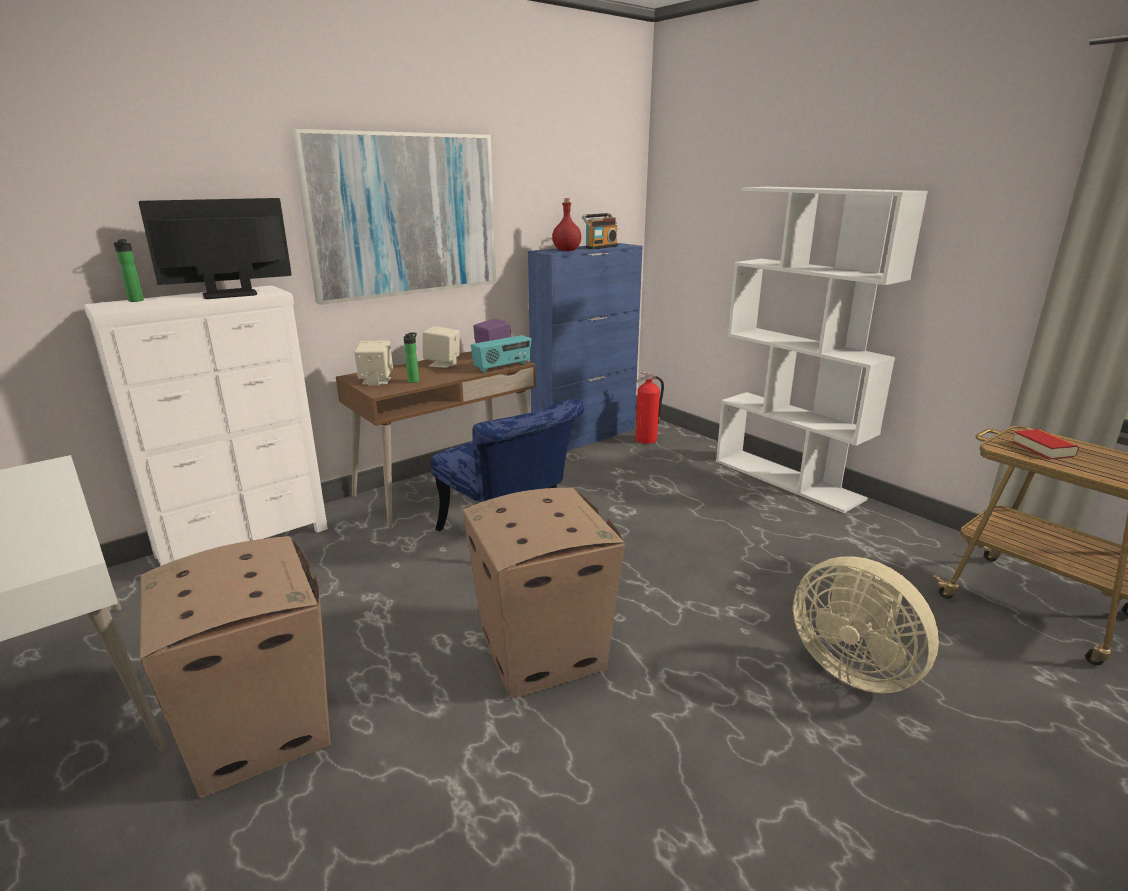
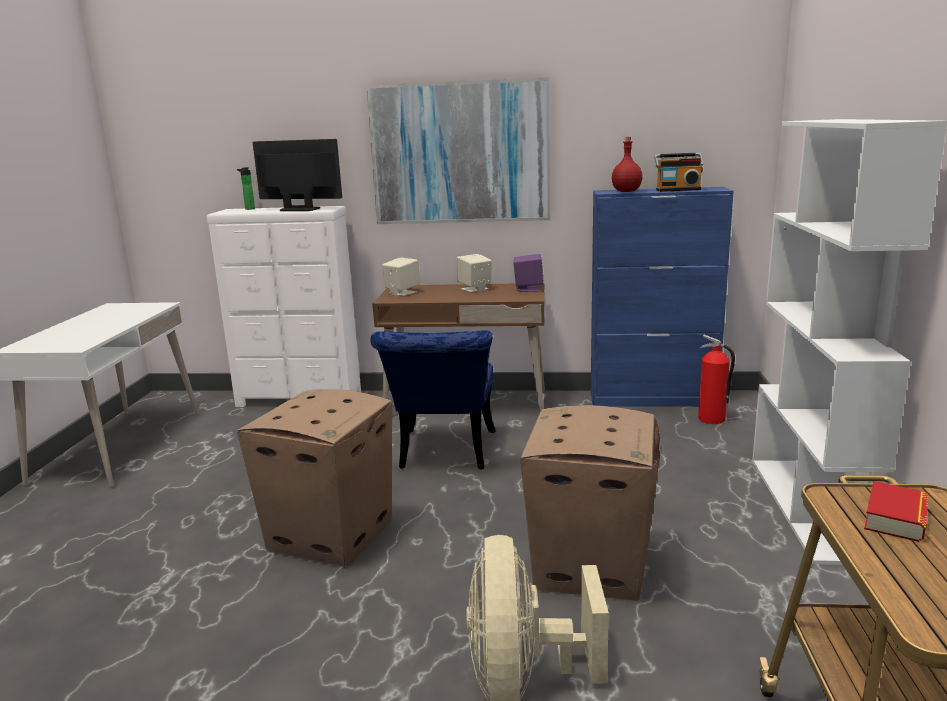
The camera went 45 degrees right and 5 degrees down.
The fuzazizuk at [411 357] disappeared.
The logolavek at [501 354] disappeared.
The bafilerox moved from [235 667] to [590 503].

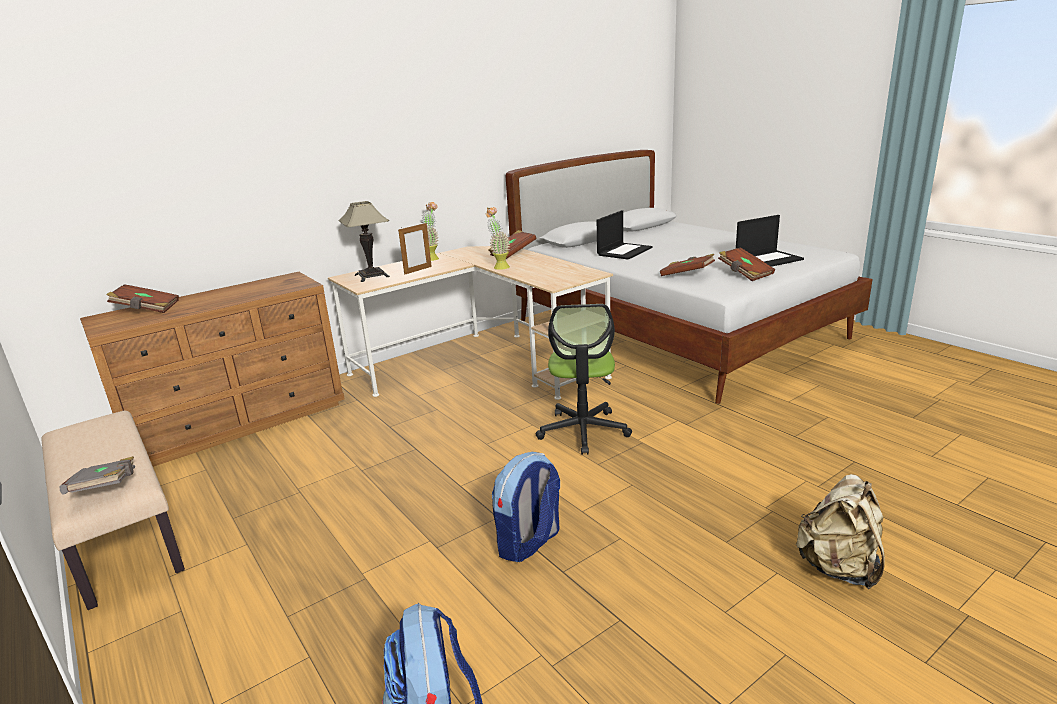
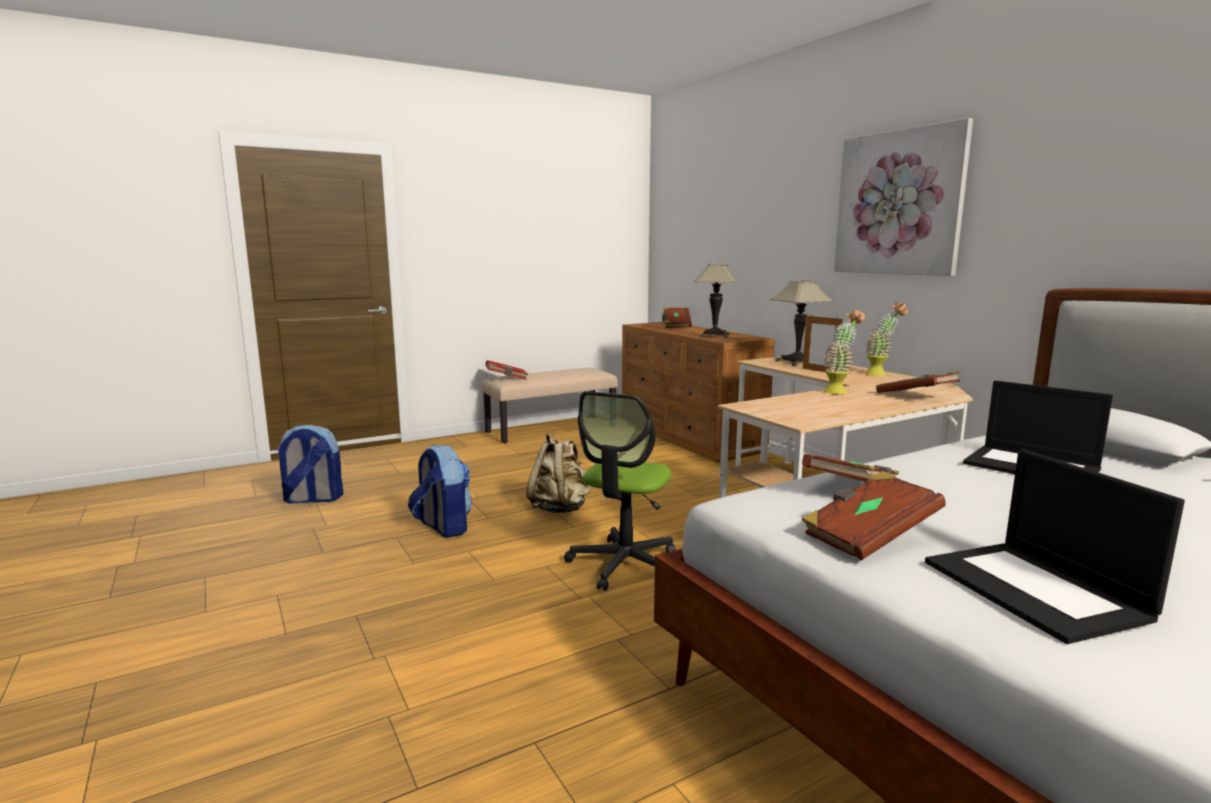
The camera went 95 degrees right and 10 degrees down.
The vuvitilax at [584 379] turned 75 degrees counterclockwise.
The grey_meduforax at [97 475] became the red_meduforax at [506 370].
The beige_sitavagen moved from [840 531] to [558 473].
The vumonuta at [903 197] appeared.
The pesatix at [716 300] appeared.

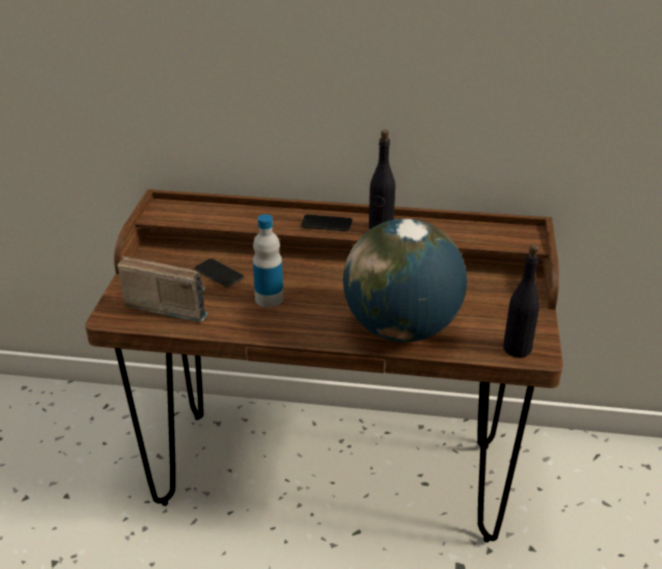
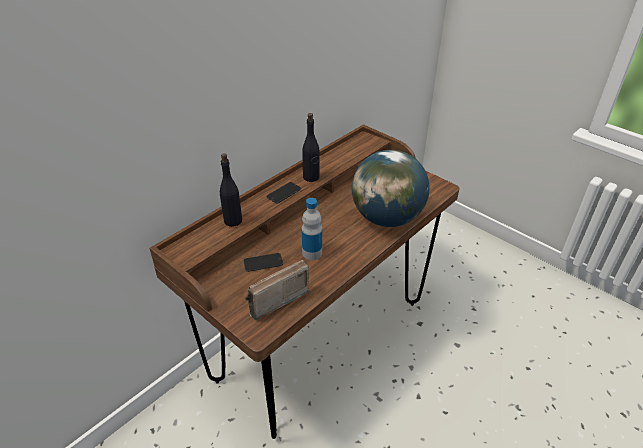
The camera went 55 degrees left and 5 degrees up.
The black_fuzazizuk moved from [521 300] to [231 190].

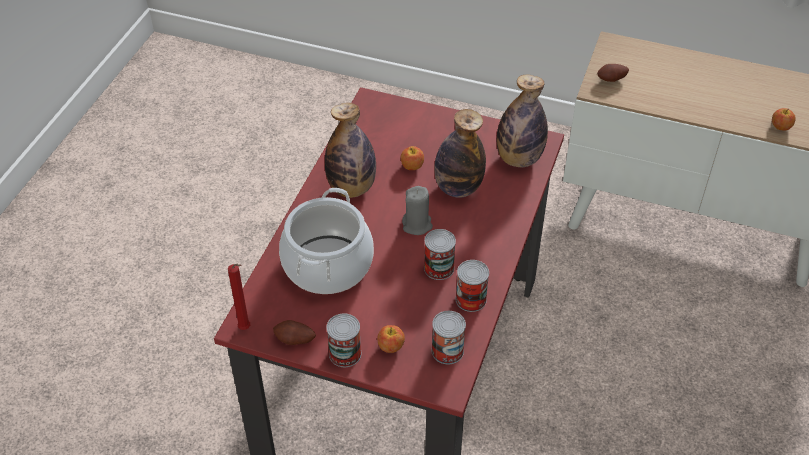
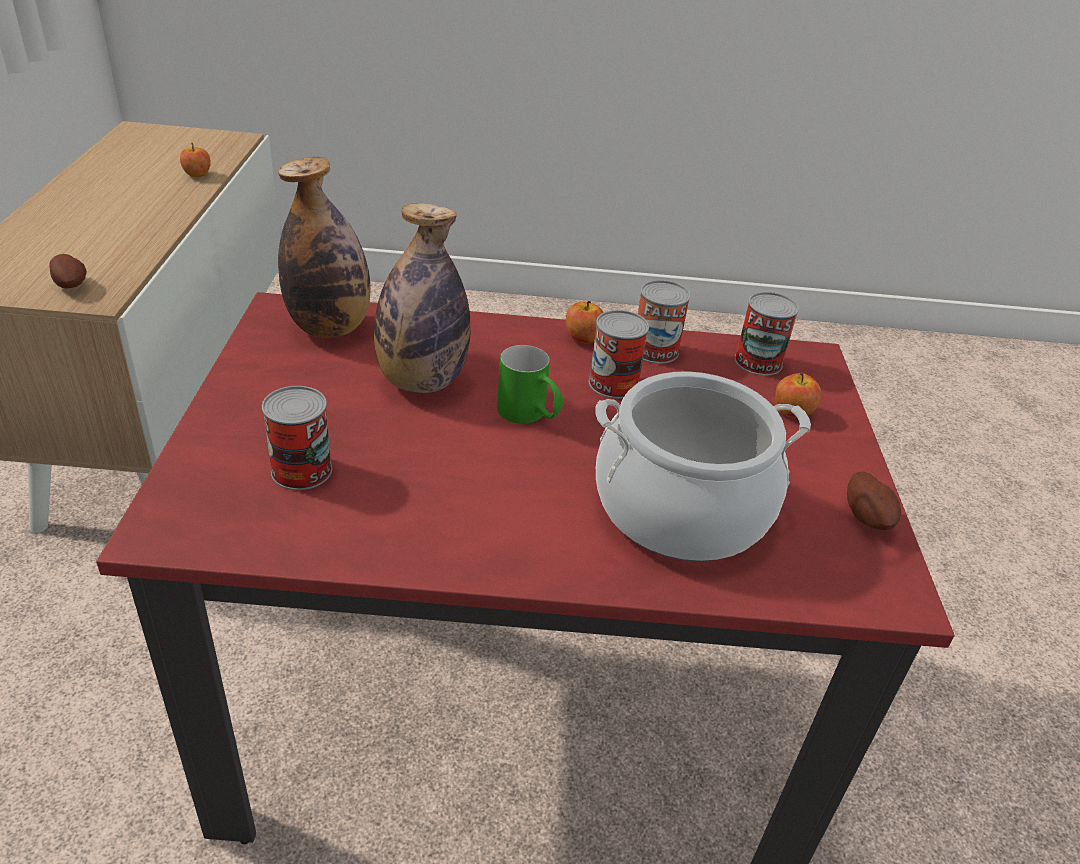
The camera went 110 degrees left and 10 degrees down.
The fuzazizuk at [350 150] disappeared.
The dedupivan moved from [412 158] to [585 322].
The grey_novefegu at [417 210] was replaced by the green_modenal at [530 384].
The red_novefegu at [239 297] disappeared.
The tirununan moved from [343 340] to [297 438].

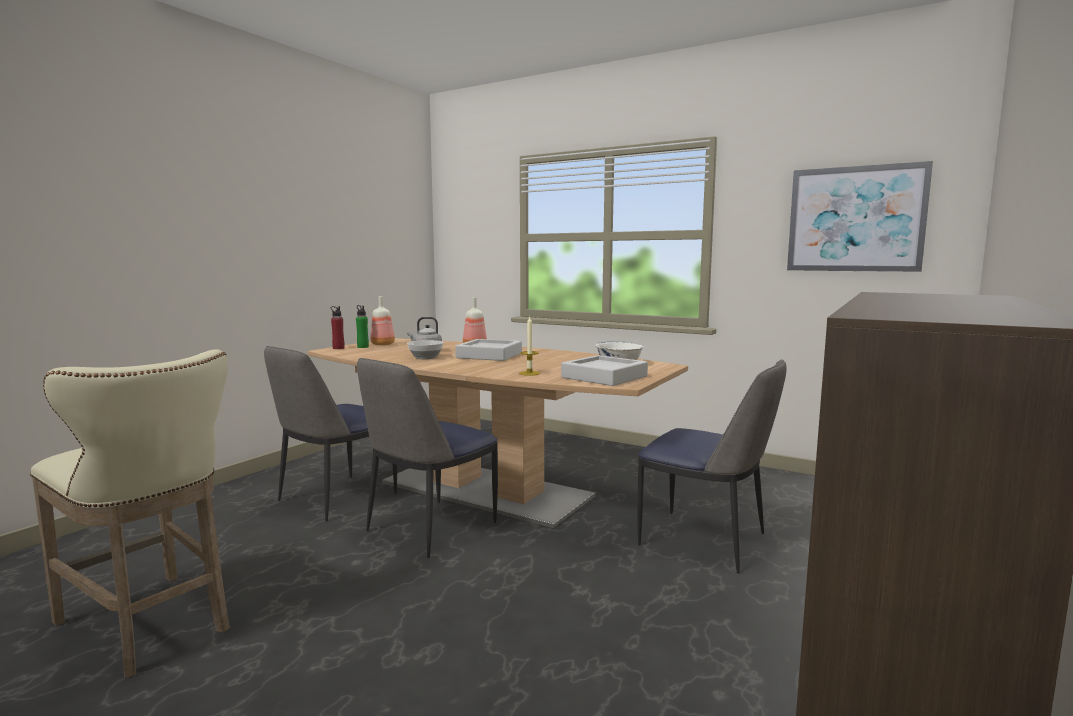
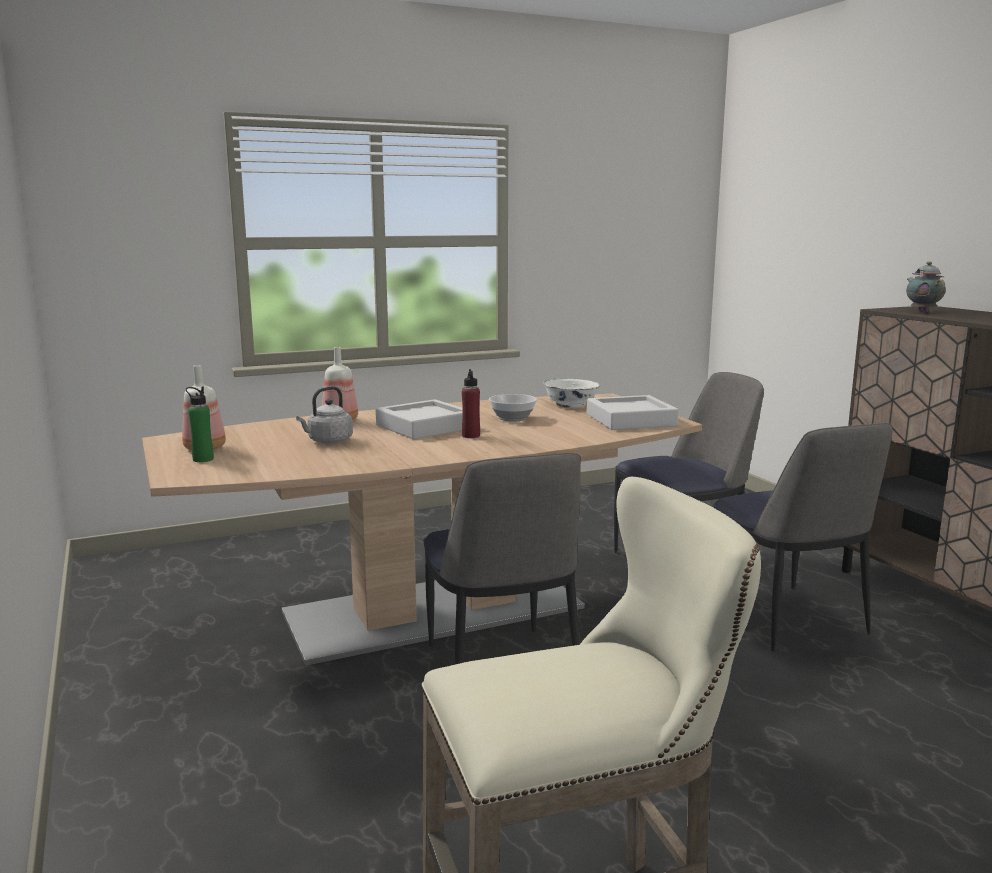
The camera went 55 degrees left and 5 degrees up.
The vumonuta at [860 216] disappeared.
The red_fuzazizuk moved from [338 327] to [471 403].
The novefegu at [529 346] disappeared.
The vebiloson moved from [425 349] to [513 408].
The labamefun moved from [330 433] to [803 537].
The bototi at [926 286] appeared.

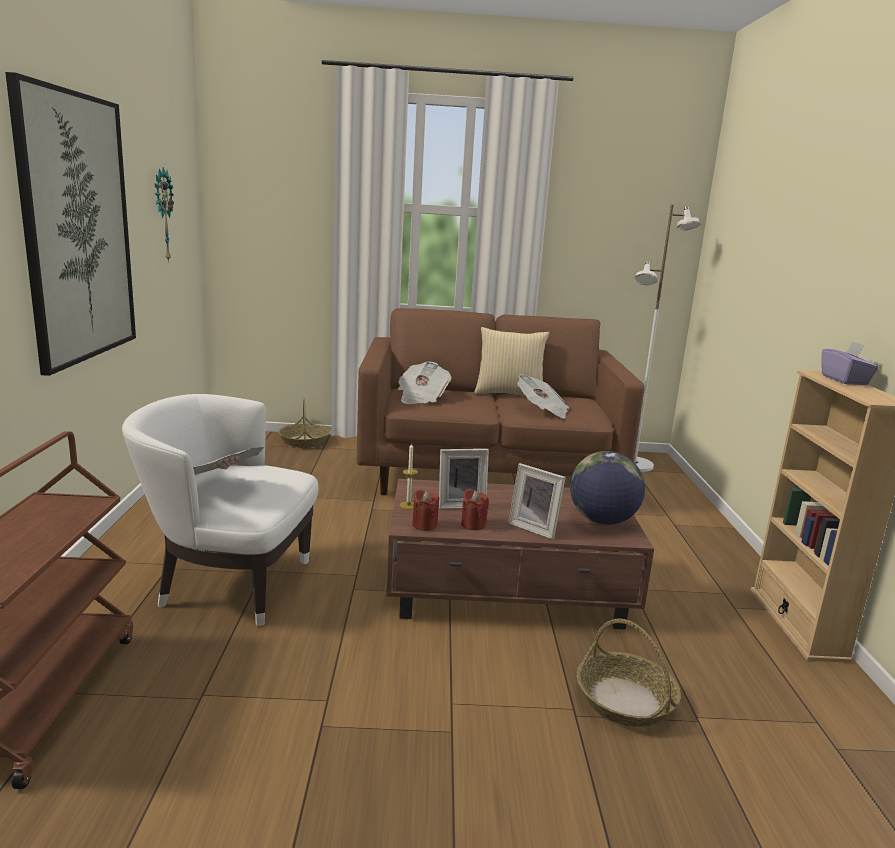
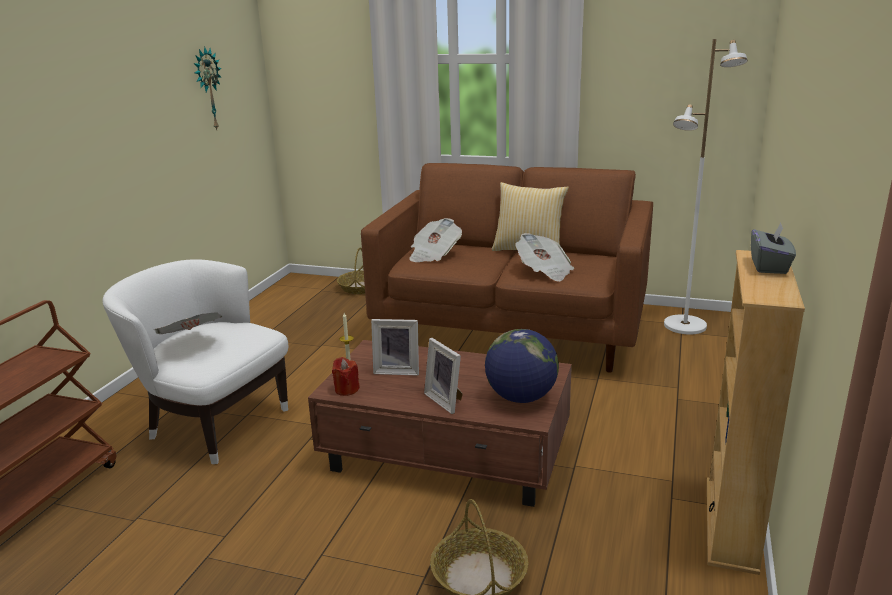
The camera went 20 degrees right and 5 degrees up.
The vumonuta at [70 224] disappeared.
The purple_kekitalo at [850 363] became the grey_kekitalo at [773 248].
The red_novefegu at [475 509] disappeared.

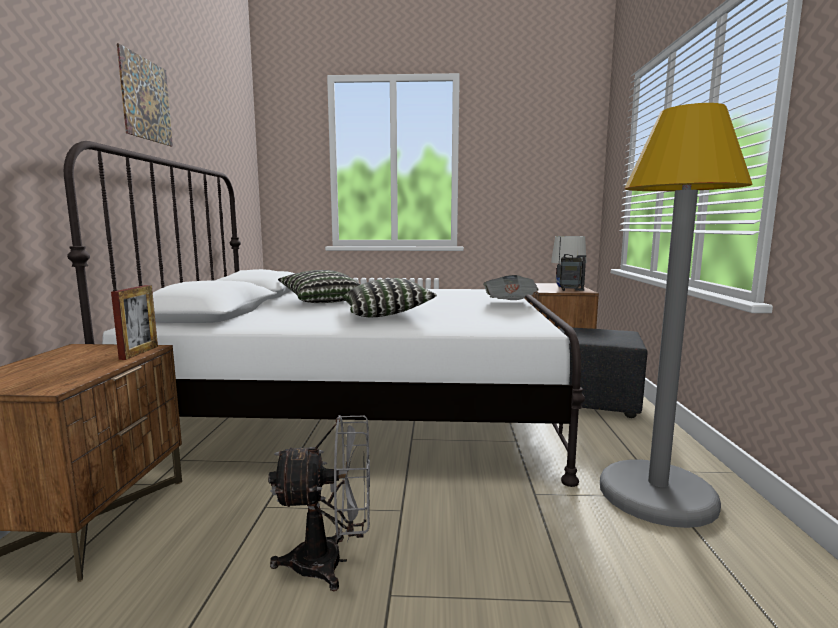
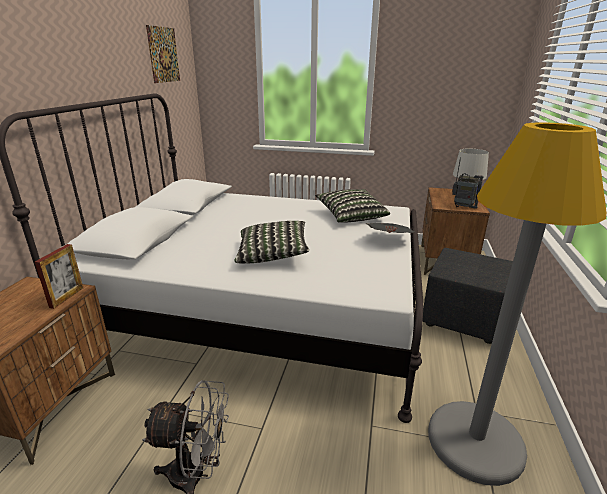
The camera went 10 degrees right and 15 degrees up.
The vumonuta moved from [145 94] to [163 54].
The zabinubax moved from [319 286] to [352 206].

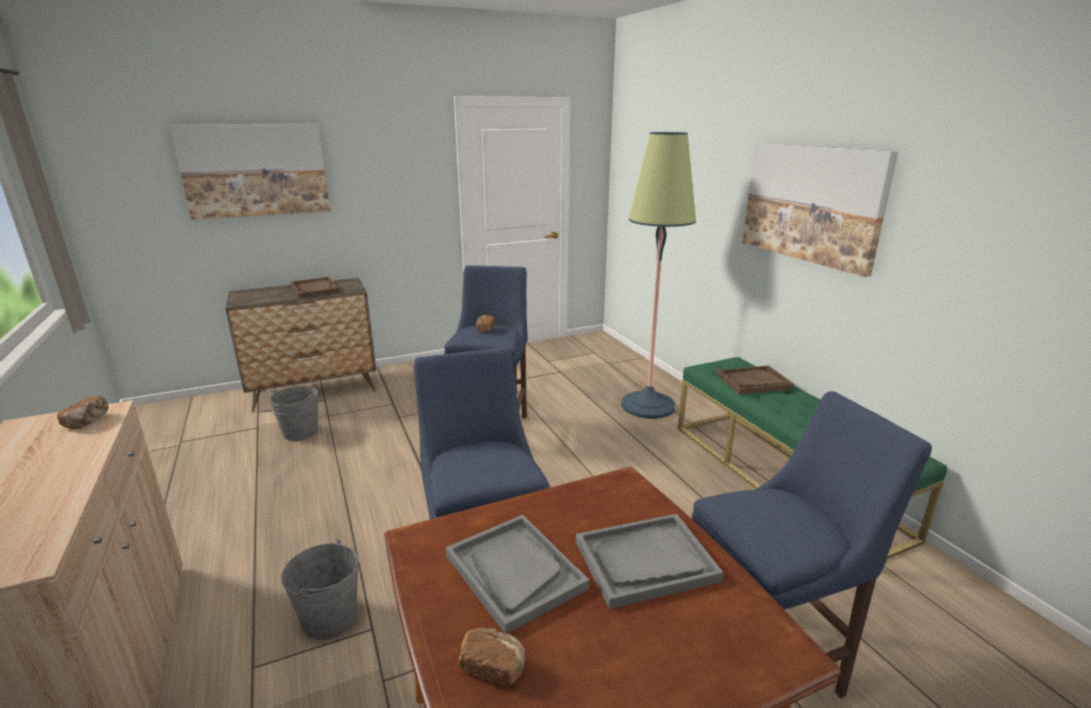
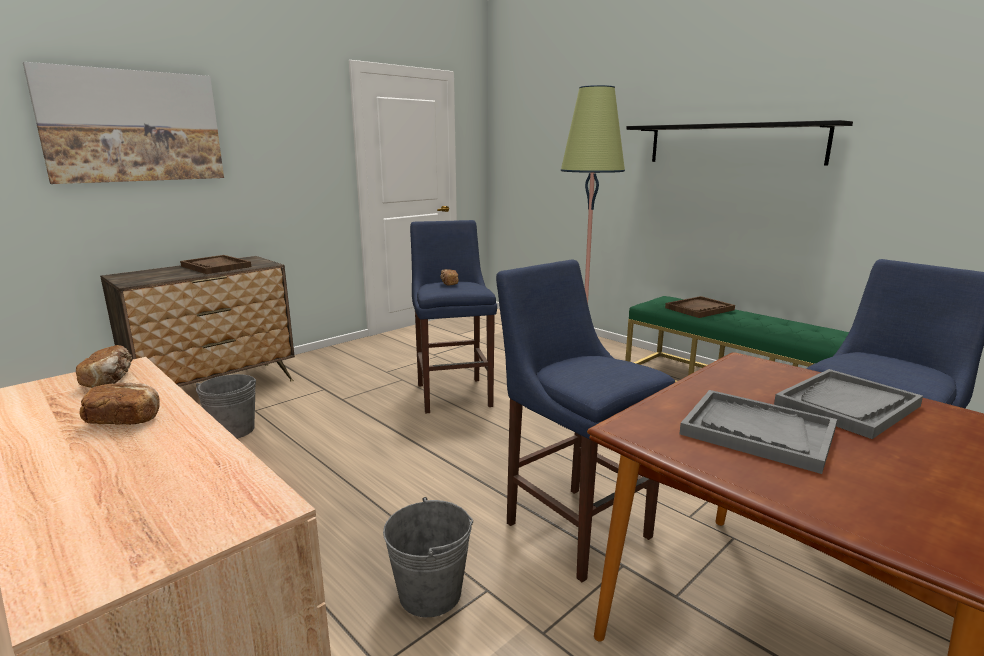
The camera went 20 degrees left and 5 degrees down.
The vumonuta at [820 210] was replaced by the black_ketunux at [739 143].
The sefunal moved from [491 657] to [119 404].

